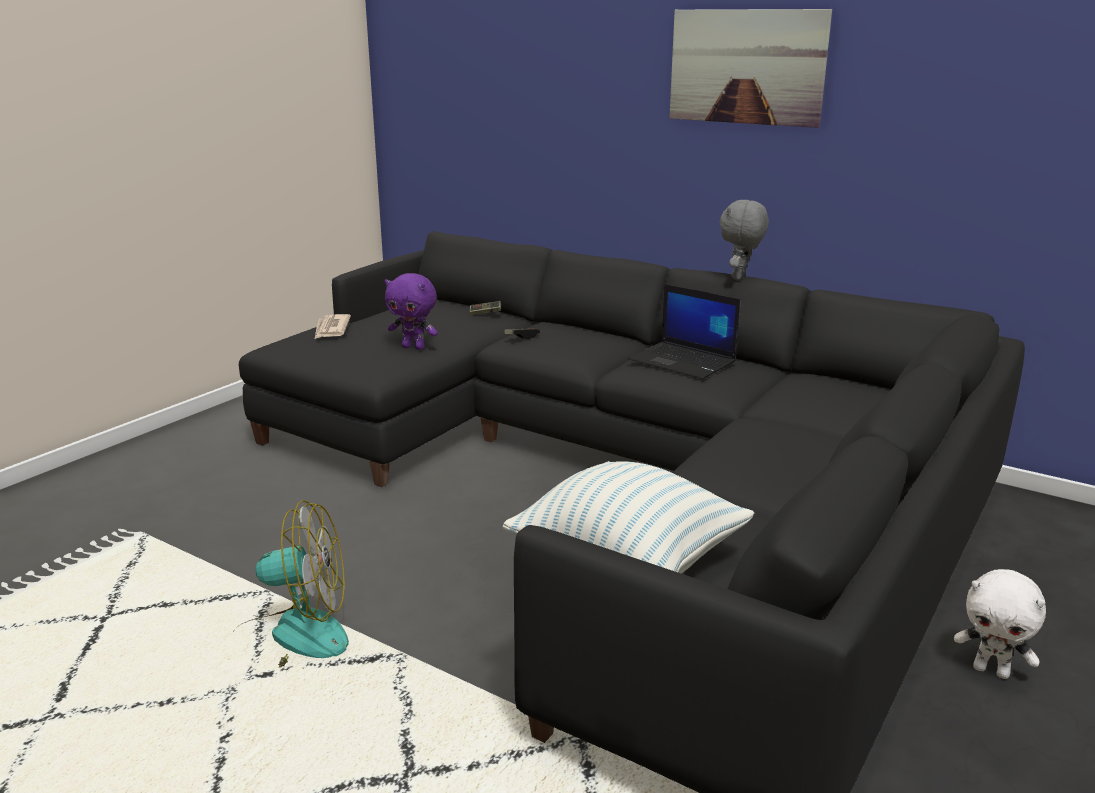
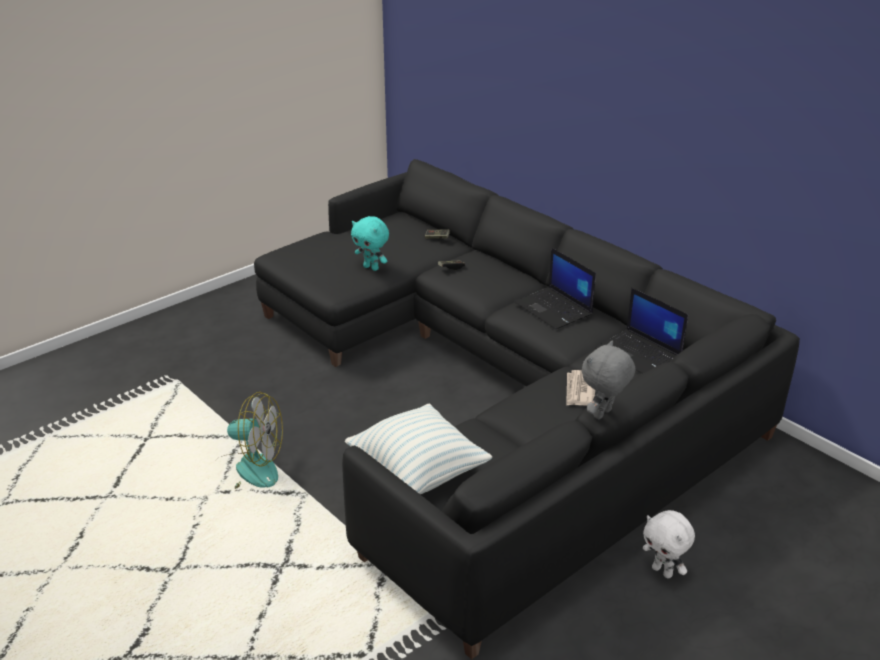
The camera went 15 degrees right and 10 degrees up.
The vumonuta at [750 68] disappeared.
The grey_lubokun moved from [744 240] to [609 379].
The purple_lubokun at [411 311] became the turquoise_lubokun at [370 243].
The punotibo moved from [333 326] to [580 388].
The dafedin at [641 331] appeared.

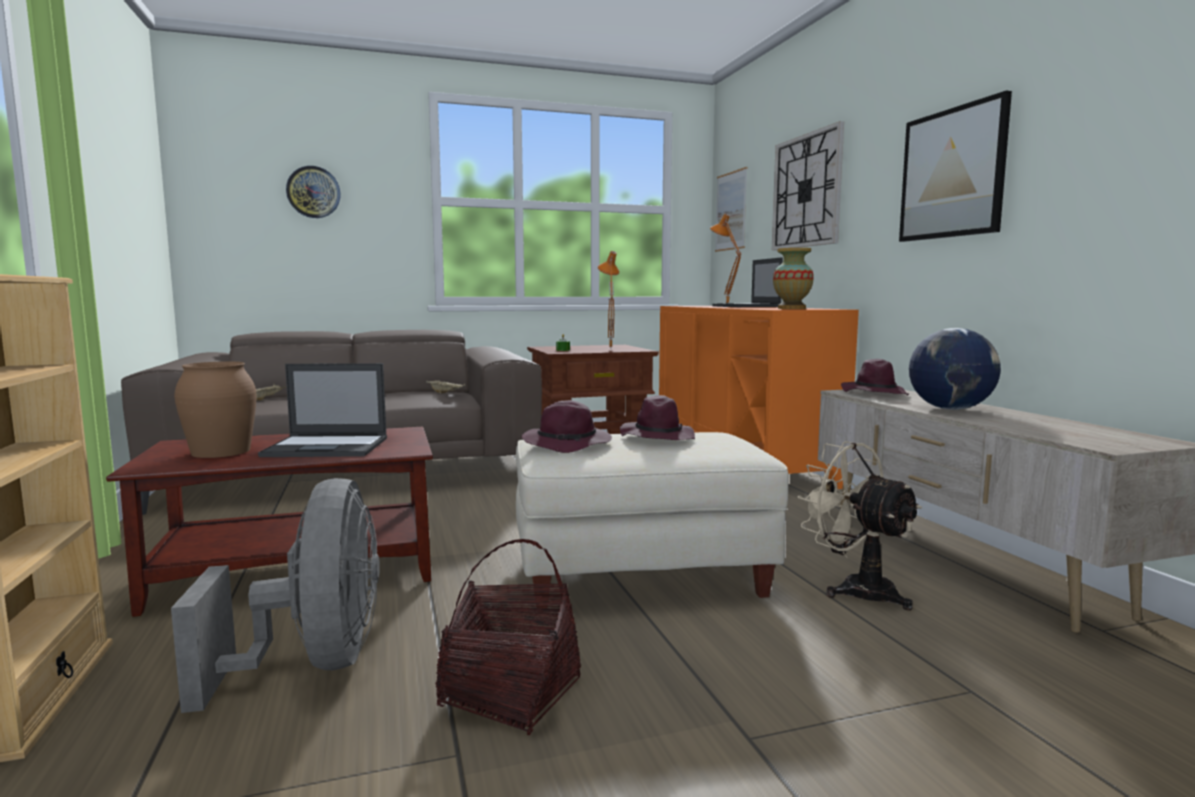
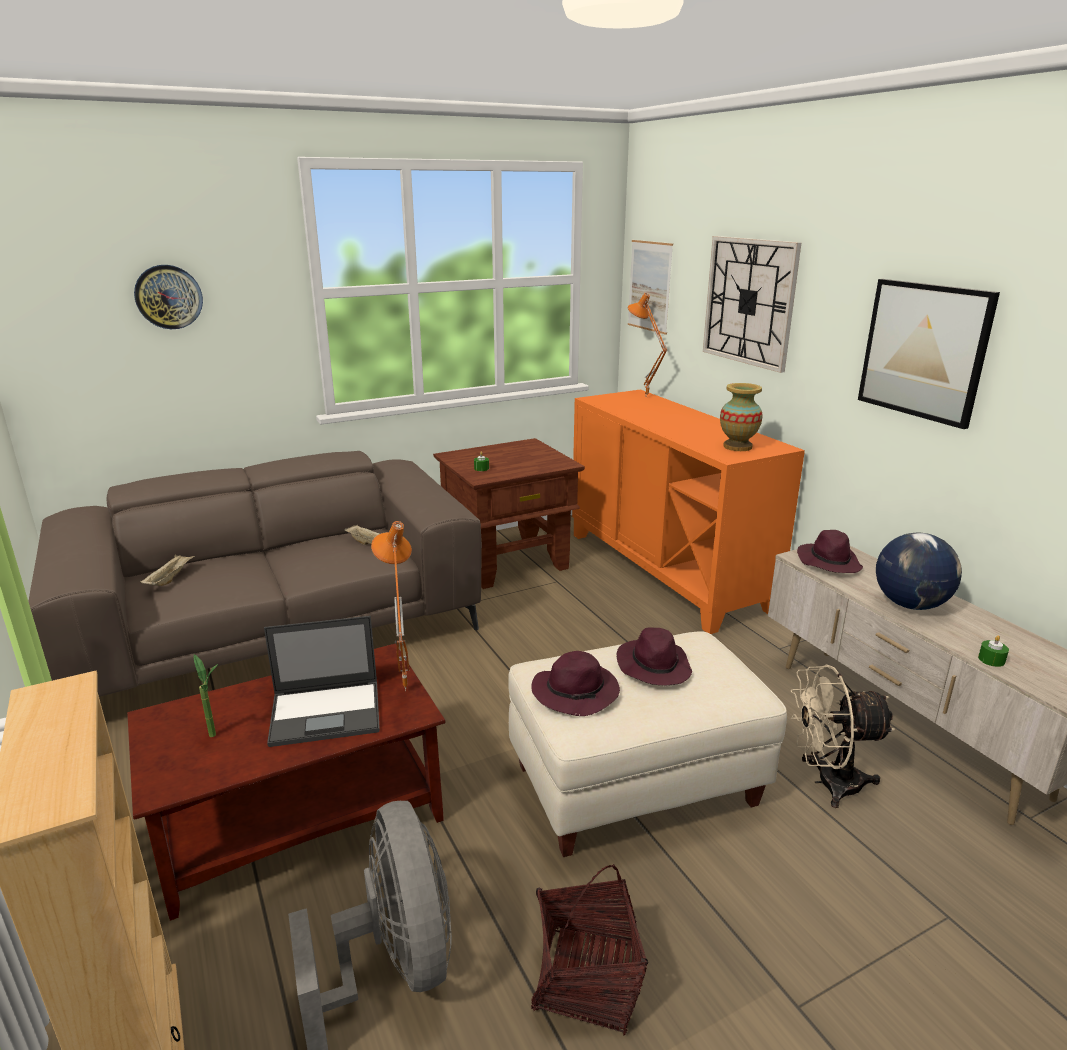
The camera went 10 degrees left and 15 degrees up.
The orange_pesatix moved from [608 300] to [391 606].
The dafedin at [748 282] disappeared.
The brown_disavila at [215 410] was replaced by the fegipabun at [206 695].
The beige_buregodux at [859 526] turned 45 degrees counterclockwise.
The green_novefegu at [993 651] appeared.

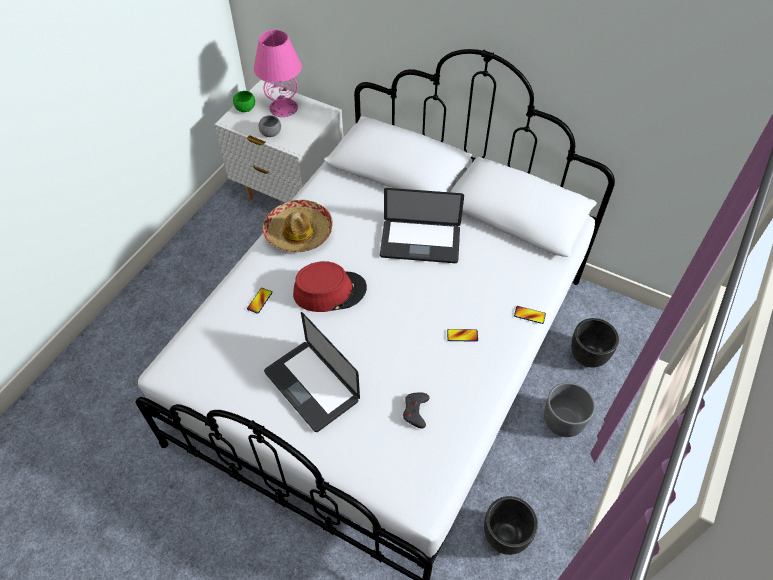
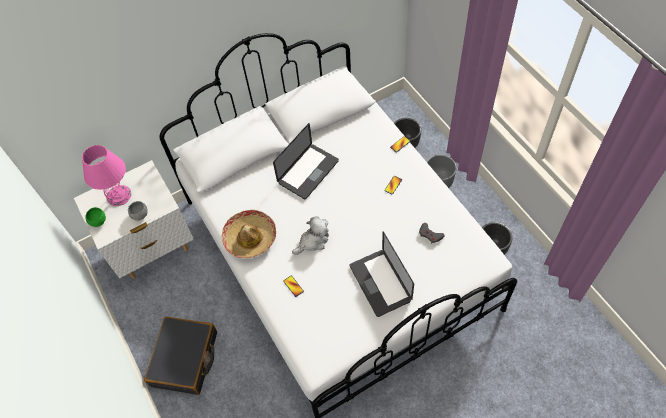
The camera went 55 degrees left and 5 degrees up.
The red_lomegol at [330 286] was replaced by the lubokun at [310 235].
The dafedin at [312 372] turned 75 degrees clockwise.
The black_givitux at [180 355] appeared.

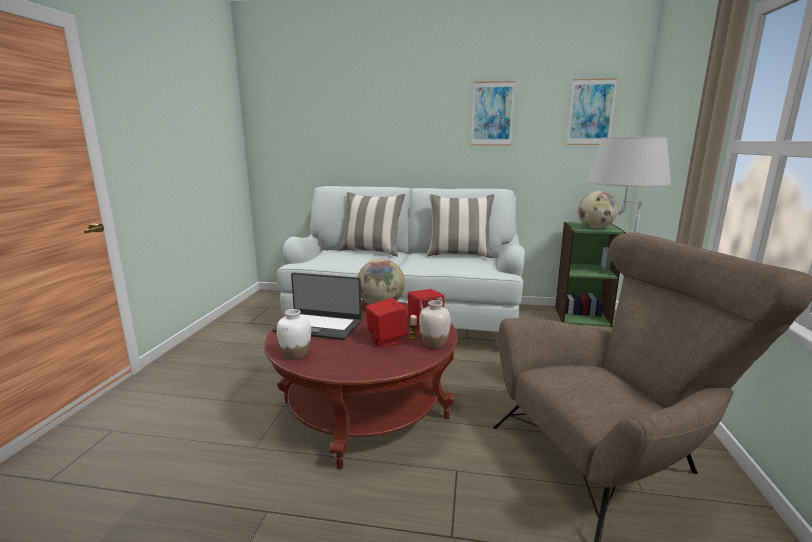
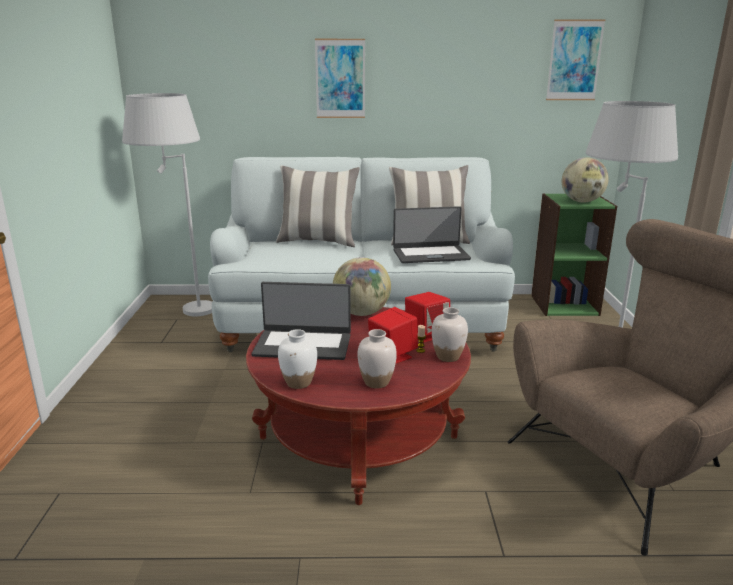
The camera went 10 degrees left and 5 degrees up.
The vumonuta moved from [493 113] to [340 78].
The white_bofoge at [167 204] appeared.
The dafedin at [432 234] appeared.
The white_disavila at [377 359] appeared.

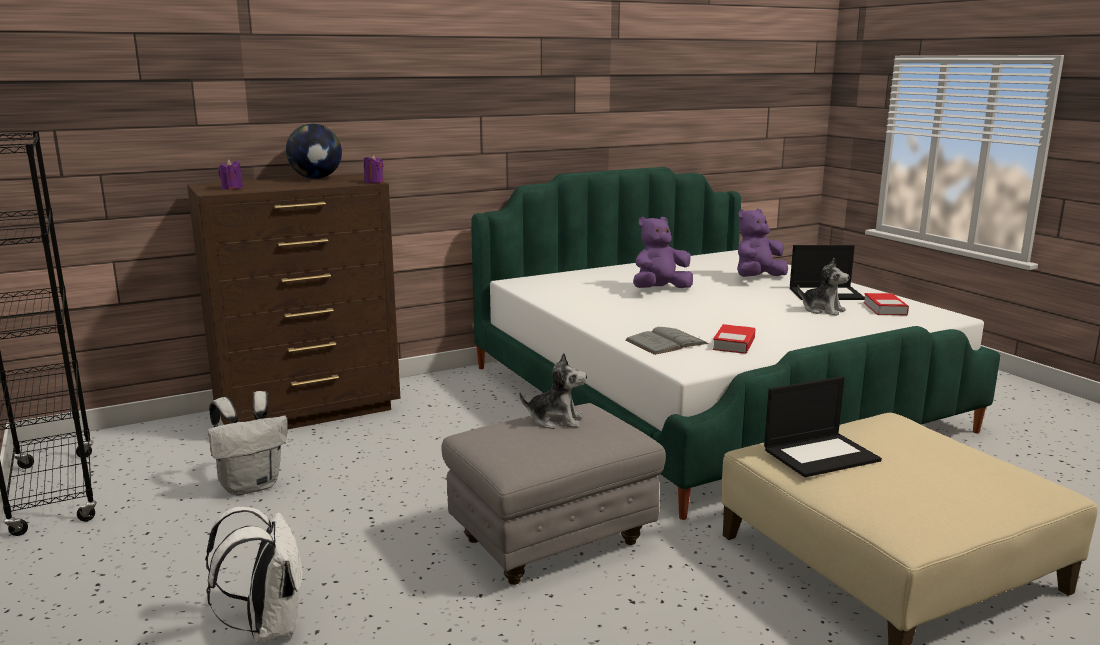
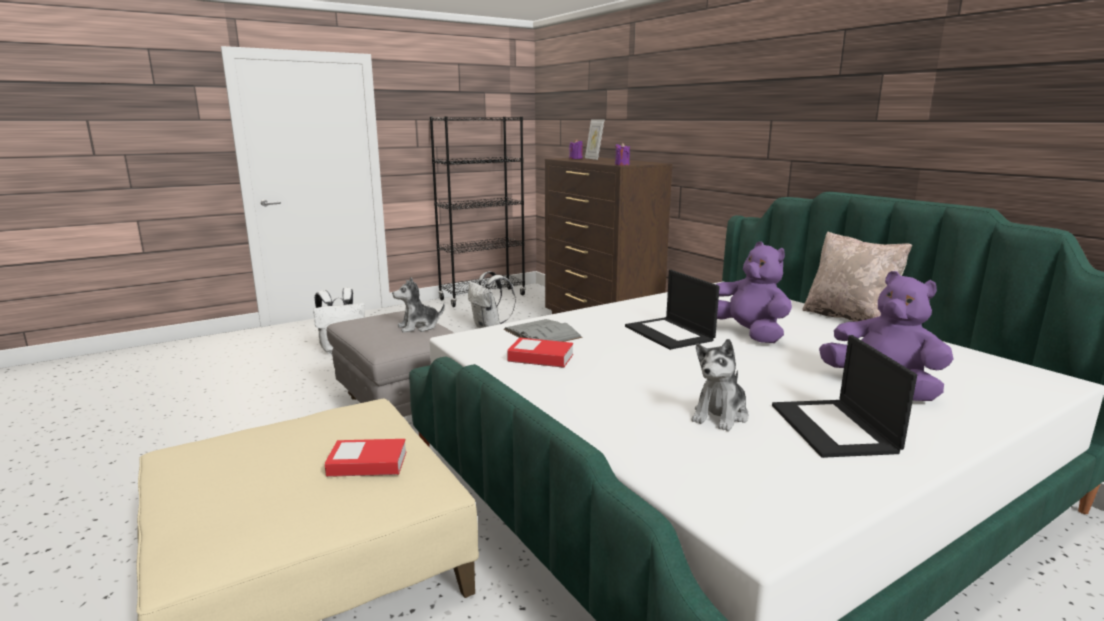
The camera went 85 degrees right and 0 degrees up.
The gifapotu at [314 151] disappeared.
The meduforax moved from [886 304] to [365 458].
The lubokun at [553 391] turned 60 degrees clockwise.
The dafedin moved from [823 426] to [672 310].
The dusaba at [594 139] appeared.
The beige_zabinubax at [857 277] appeared.

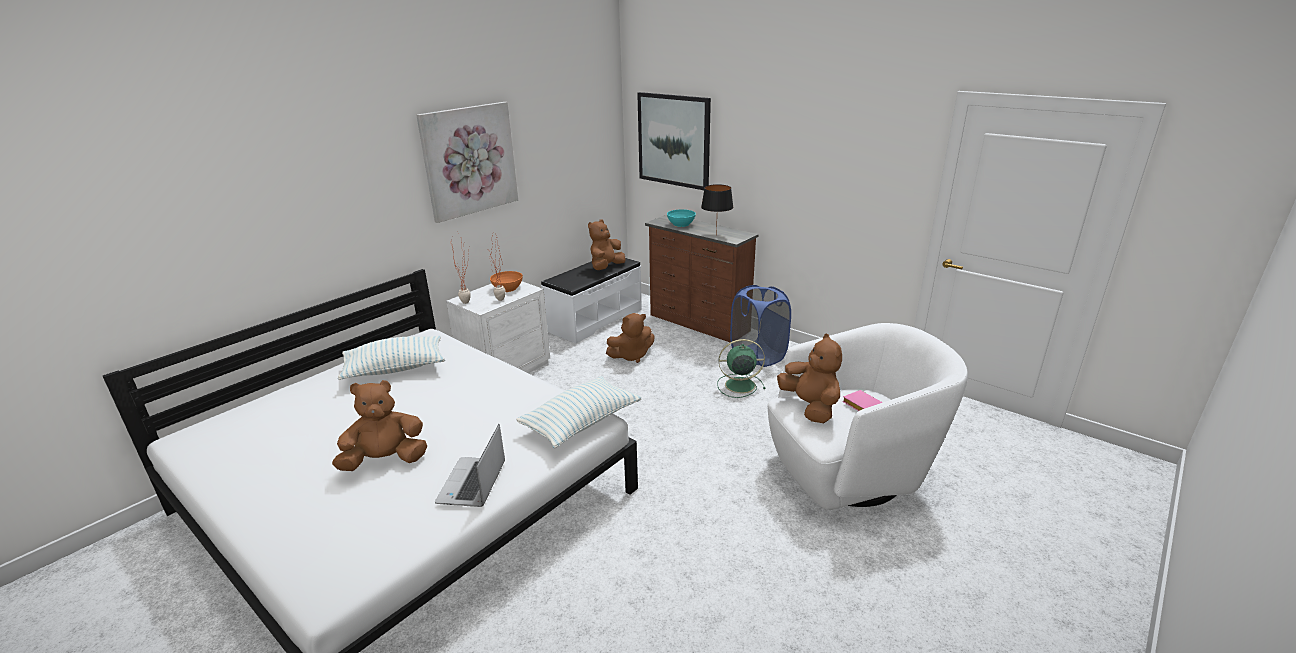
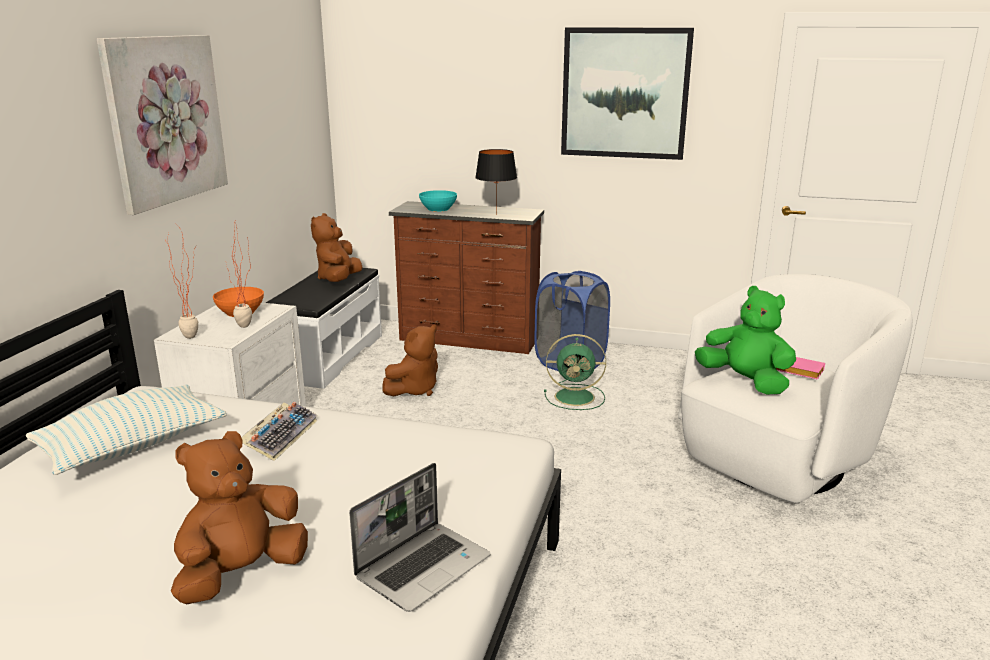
The camera went 25 degrees left and 5 degrees down.
The vumonuta moved from [674 141] to [627 93].
The brown_lubokun at [809 378] became the green_lubokun at [745 340].
The green_buregodux at [741 368] turned 150 degrees counterclockwise.
The zabinubax at [578 412] disappeared.
The dafedin at [470 465] turned 120 degrees counterclockwise.
The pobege at [279 431] appeared.

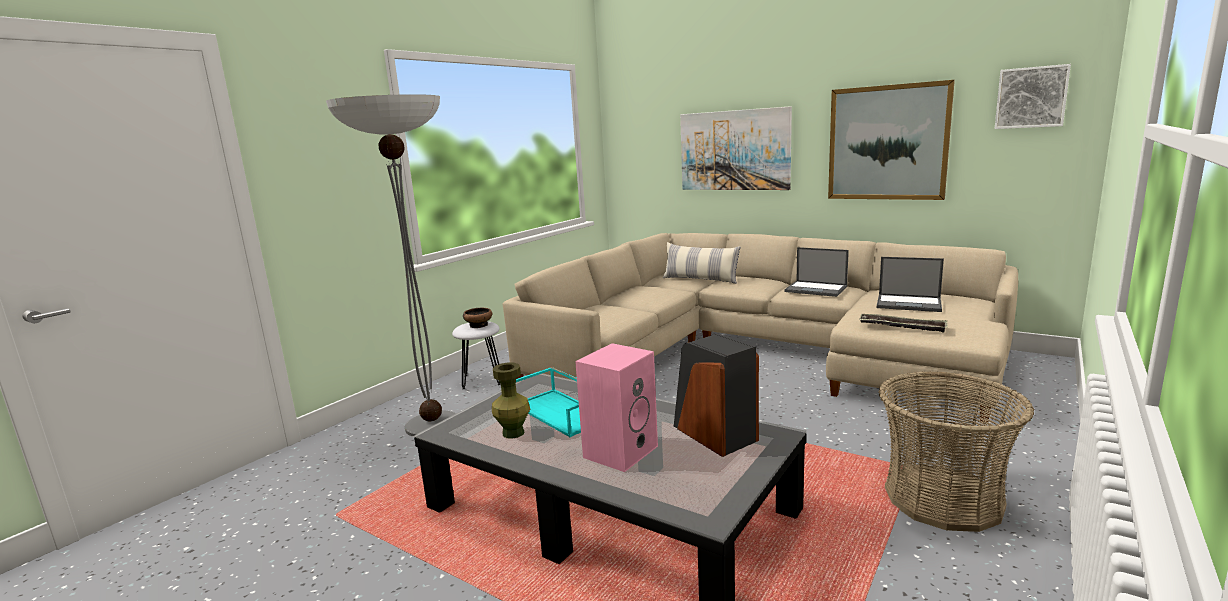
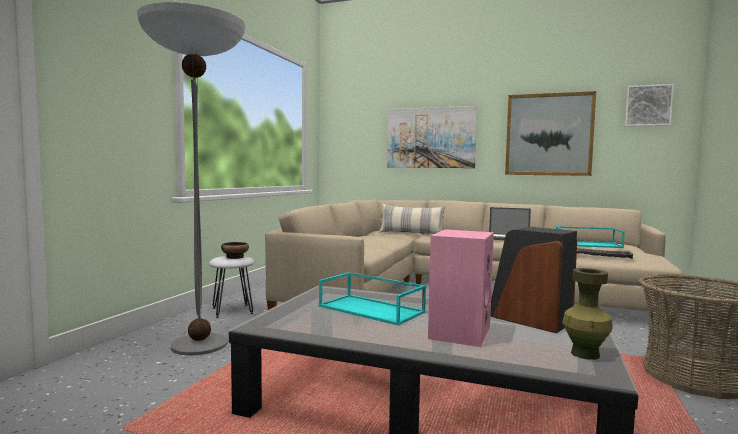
The camera went 15 degrees left and 10 degrees down.
The dafedin at [910 284] was replaced by the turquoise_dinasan at [590 237].
The green_disavila moved from [511 400] to [587 314].

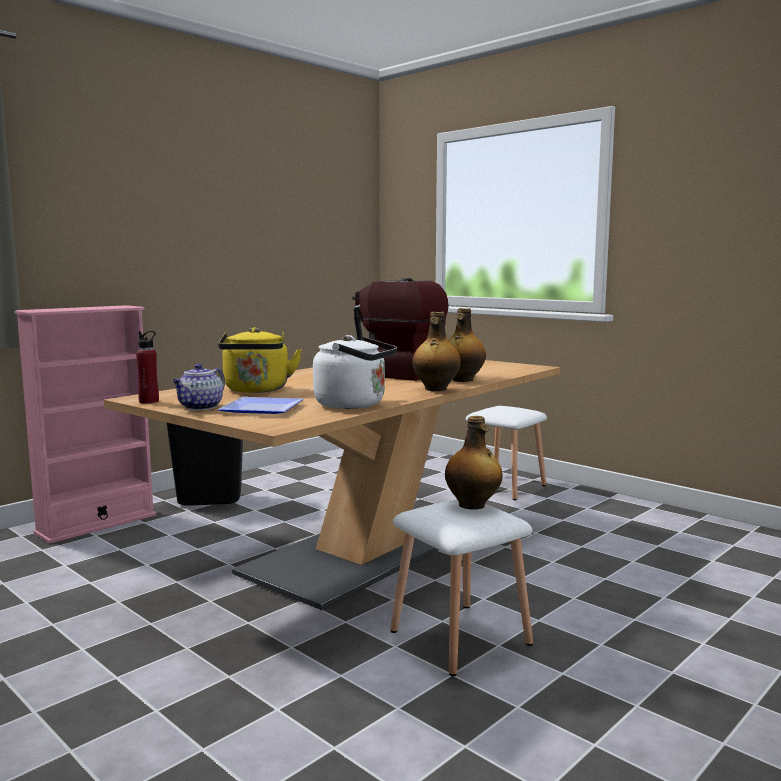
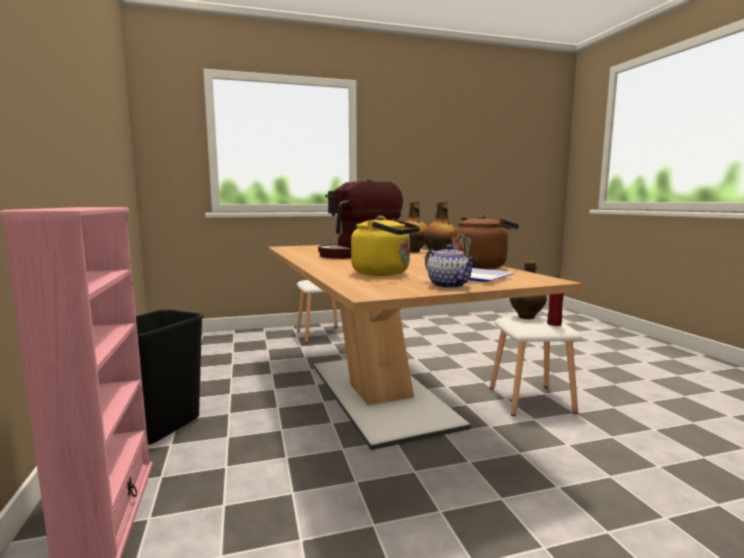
The camera went 60 degrees left and 0 degrees up.
The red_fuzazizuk moved from [147 367] to [555 300].
The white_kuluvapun at [355 372] became the brown_kuluvapun at [484 241].

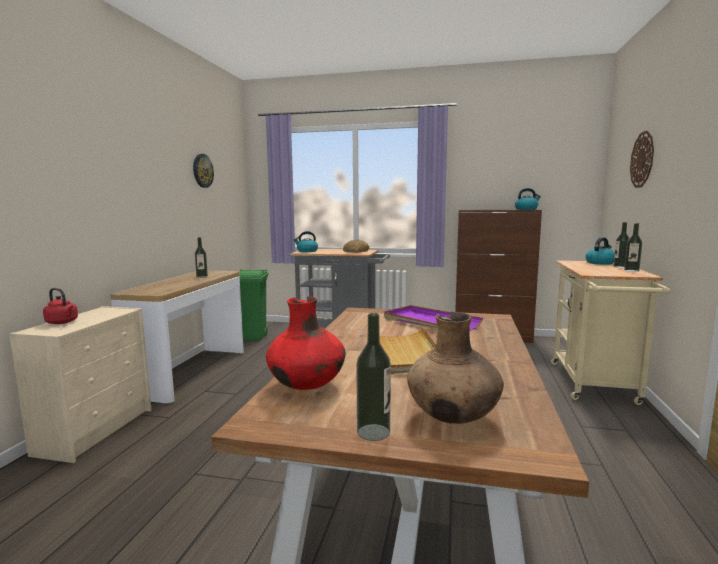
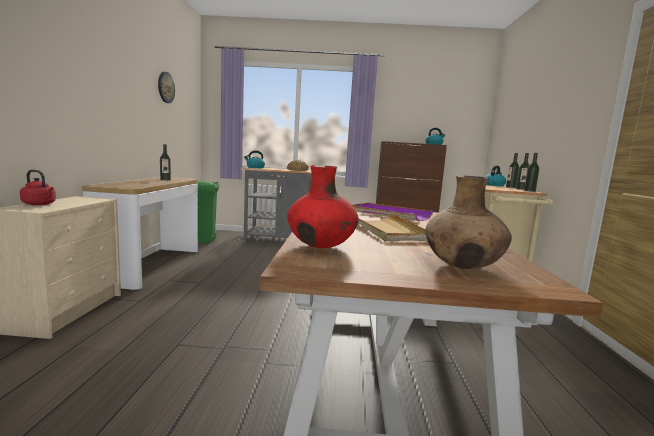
The camera went 10 degrees left and 0 degrees up.
The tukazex at [642 159] disappeared.
The fuzazizuk moved from [373 377] to [532 172].

